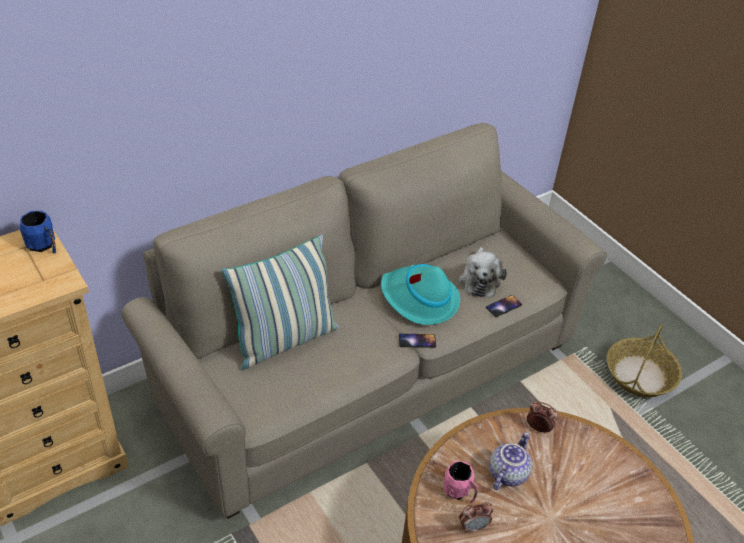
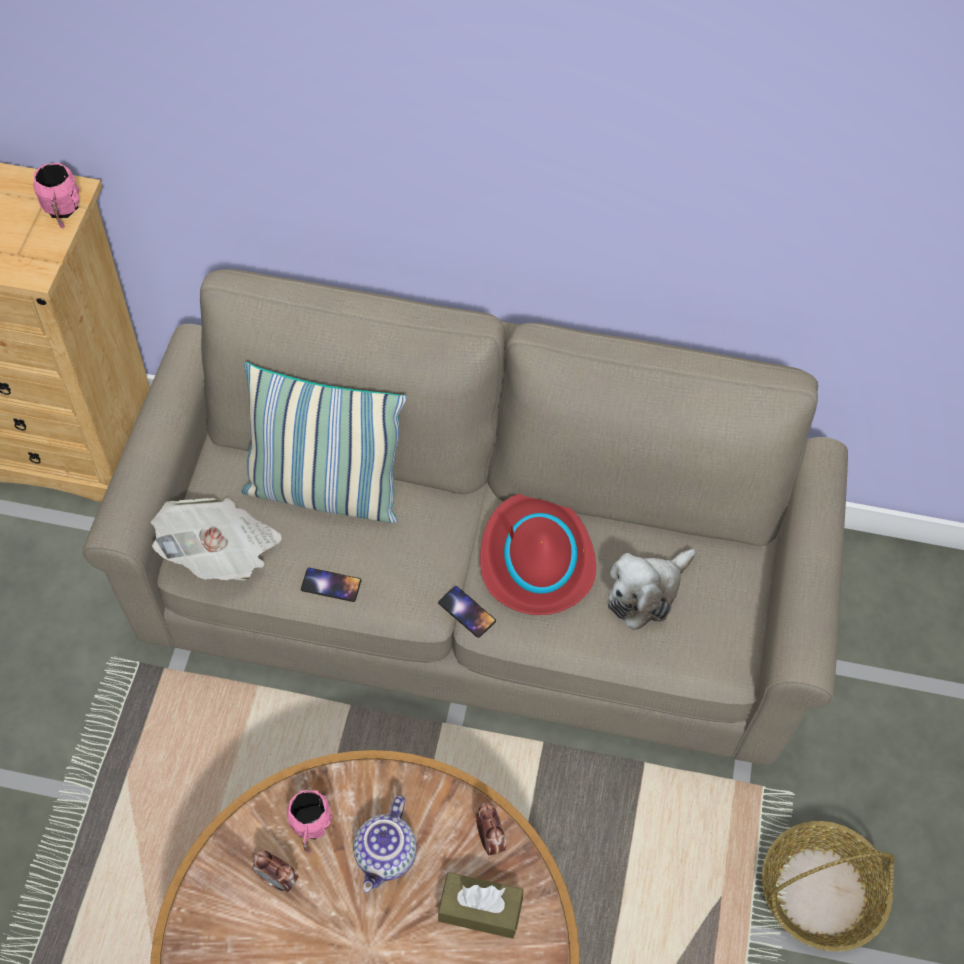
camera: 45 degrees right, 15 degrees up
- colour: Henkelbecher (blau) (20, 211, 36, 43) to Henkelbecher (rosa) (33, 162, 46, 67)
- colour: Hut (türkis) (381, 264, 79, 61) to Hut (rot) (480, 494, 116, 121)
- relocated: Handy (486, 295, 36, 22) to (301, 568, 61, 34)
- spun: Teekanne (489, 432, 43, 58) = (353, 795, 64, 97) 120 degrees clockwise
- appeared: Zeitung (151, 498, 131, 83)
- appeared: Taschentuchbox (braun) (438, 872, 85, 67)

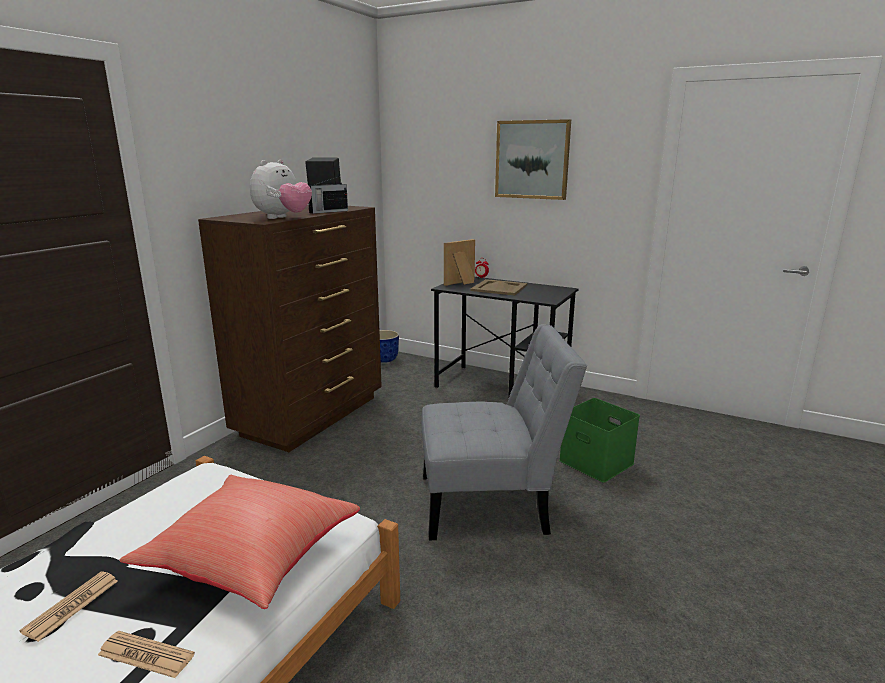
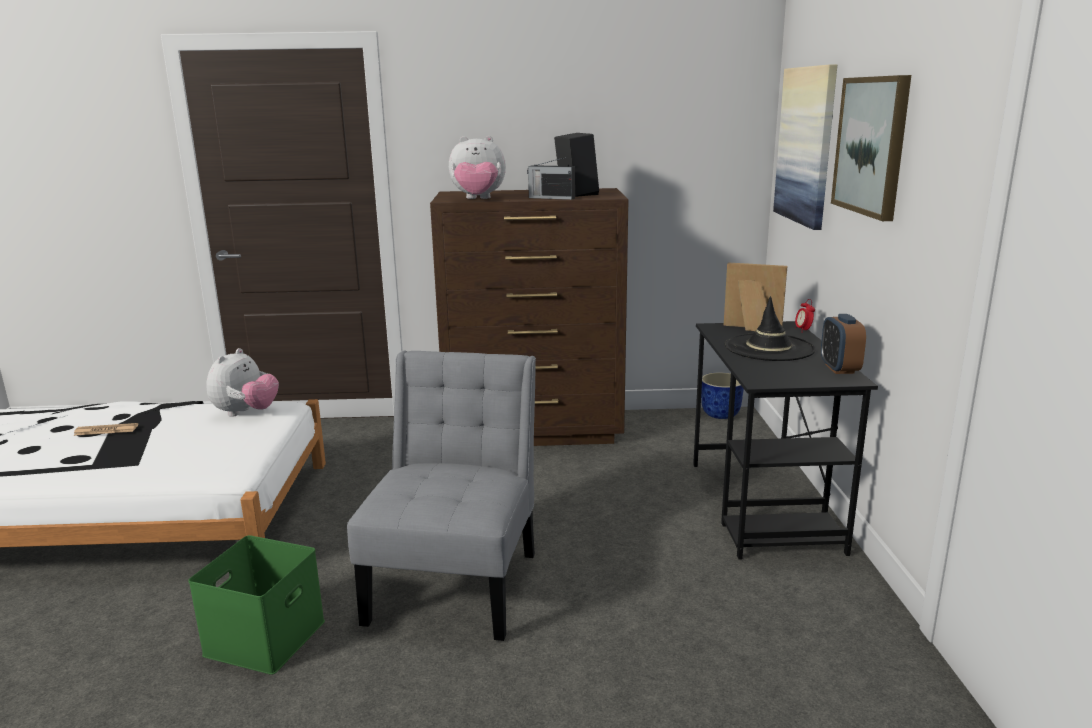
camera: 60 degrees right, 0 degrees up
- missing: Zeitung (98, 631, 97, 47)
- missing: Kissen (rot) (119, 475, 241, 134)
- spun: Stuhl (grau) (421, 324, 166, 217) = (347, 351, 189, 290) 135 degrees counterclockwise
- exchanged: Tablett (beige) (470, 279, 57, 16) to Hut (schwarz) (725, 296, 90, 65)
- relocated: Aufbewahrungsbox (grün) (559, 398, 81, 85) to (188, 535, 137, 140)
- appeared: Plüschtier (206, 348, 73, 69)
- appeared: Bild (773, 64, 64, 166)
- appeared: Wecker (821, 314, 45, 60)

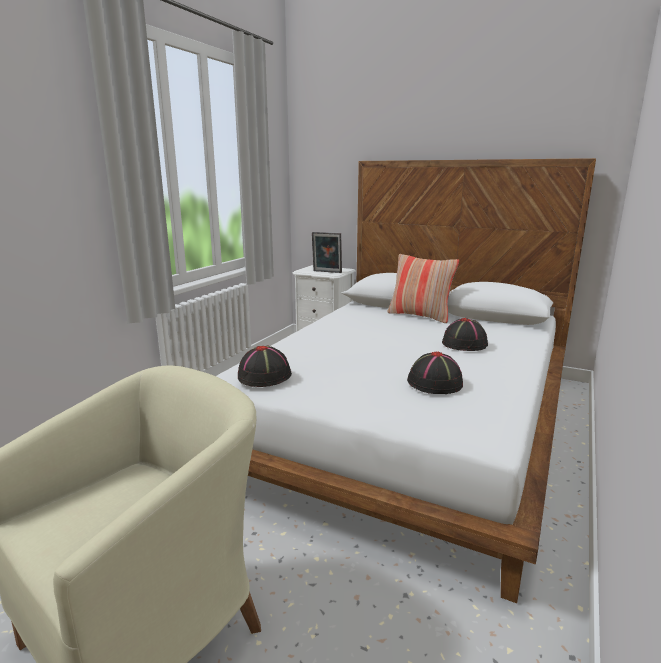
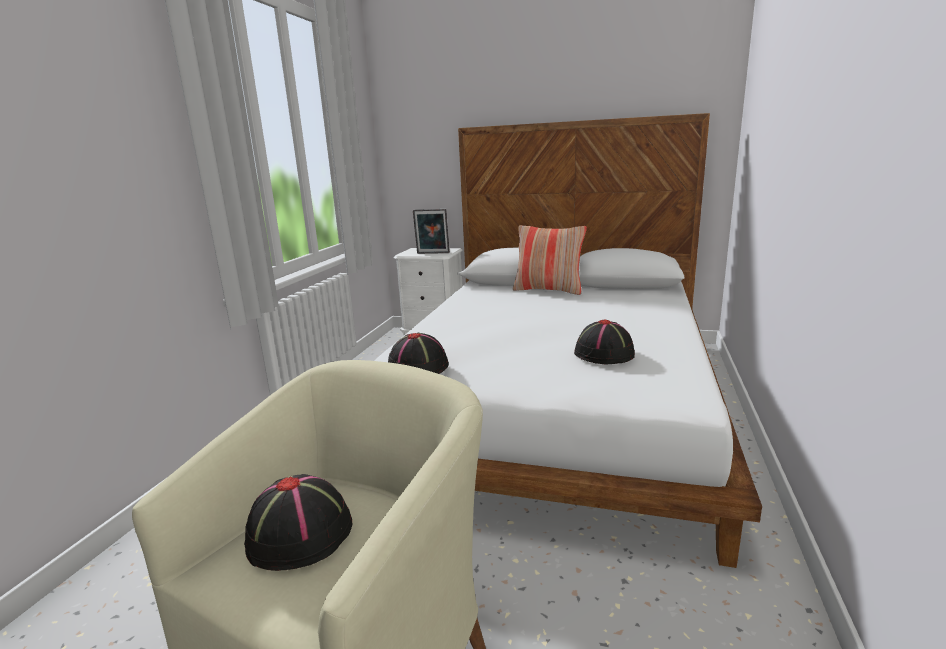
camera: 10 degrees left, 0 degrees up
- relocated: Hut (schwarz) (442, 318, 46, 33) to (244, 474, 109, 97)

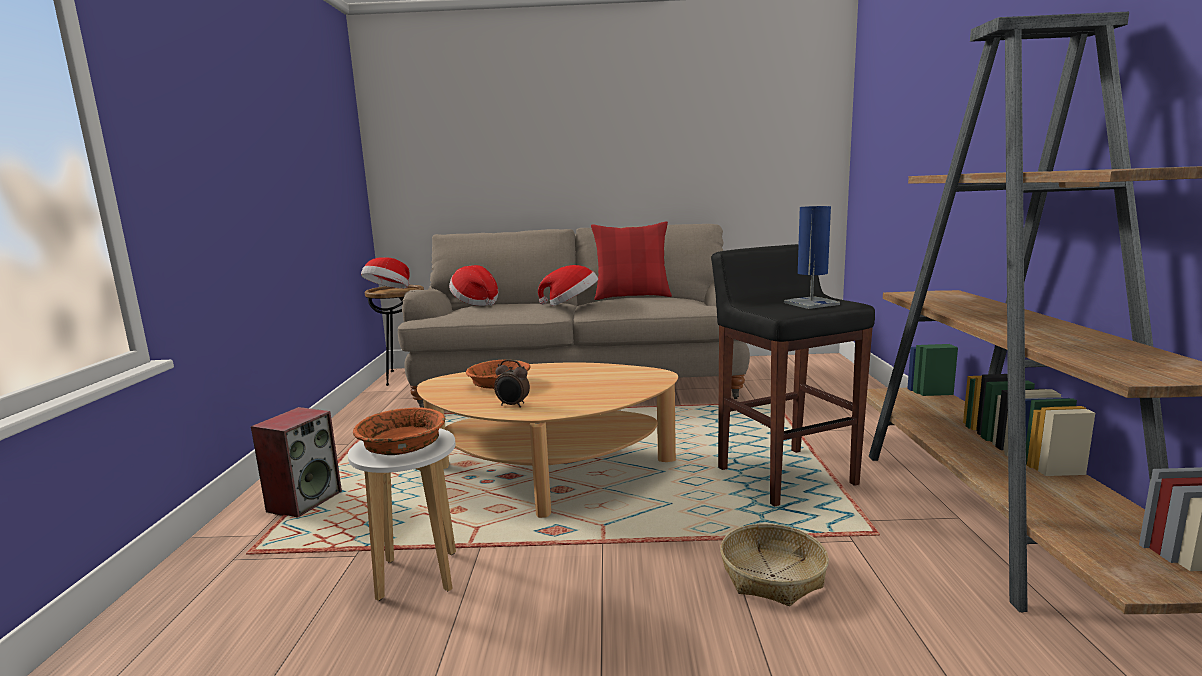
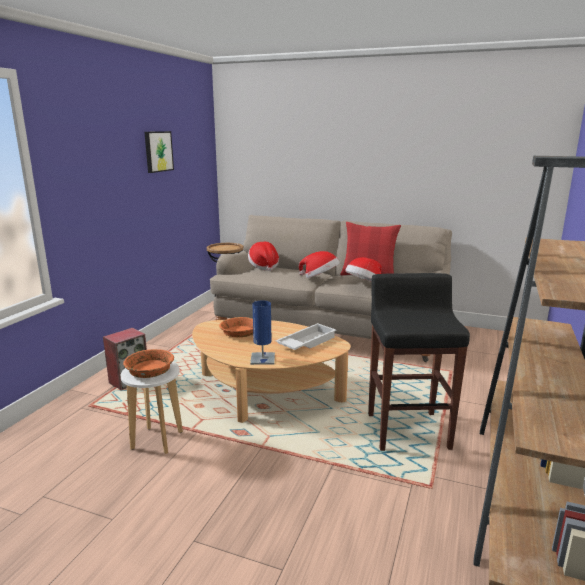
camera: 20 degrees right, 5 degrees up
- relocated: Hut (361, 257, 49, 32) to (345, 257, 37, 25)
- missing: Wecker (494, 360, 36, 48)
- missing: Korb (720, 524, 109, 82)
- relocated: Tischlampe (blau) (784, 206, 56, 103) to (250, 300, 25, 65)
- appeared: Bild (144, 131, 30, 42)
- appeared: Tablett (weiß) (275, 323, 61, 27)

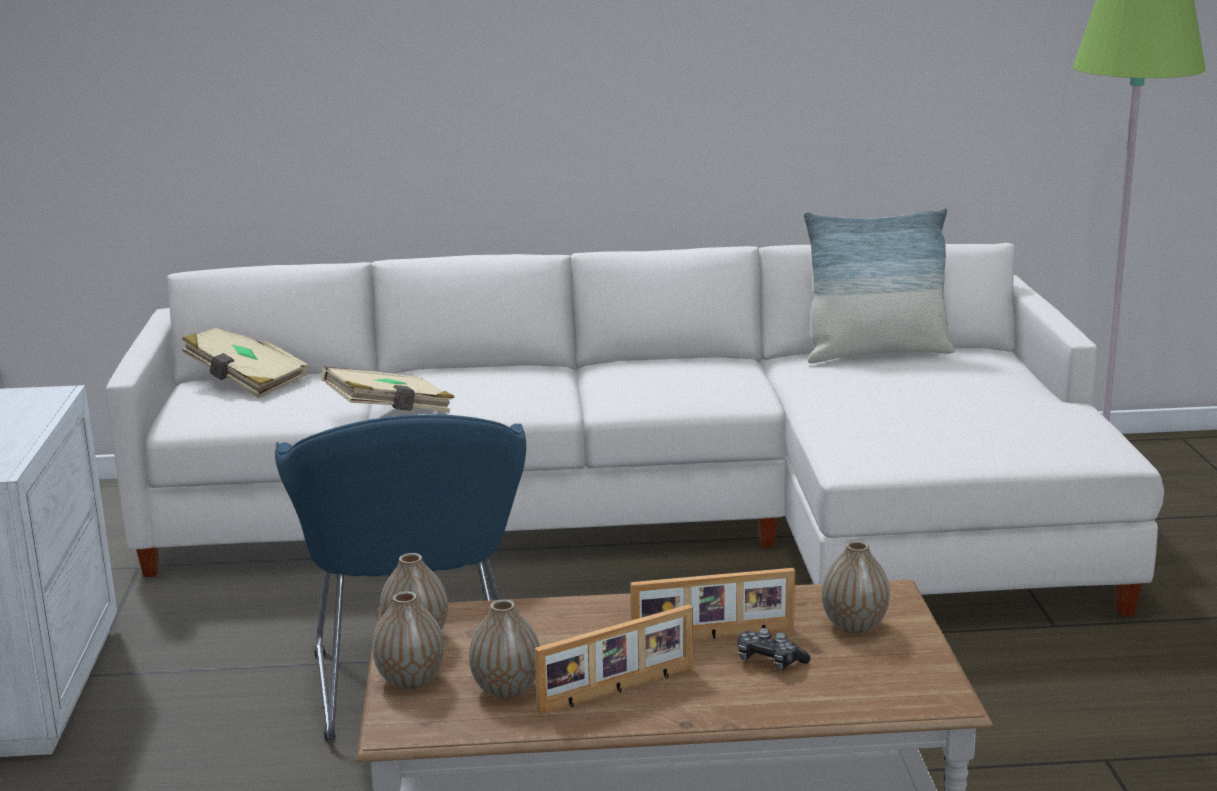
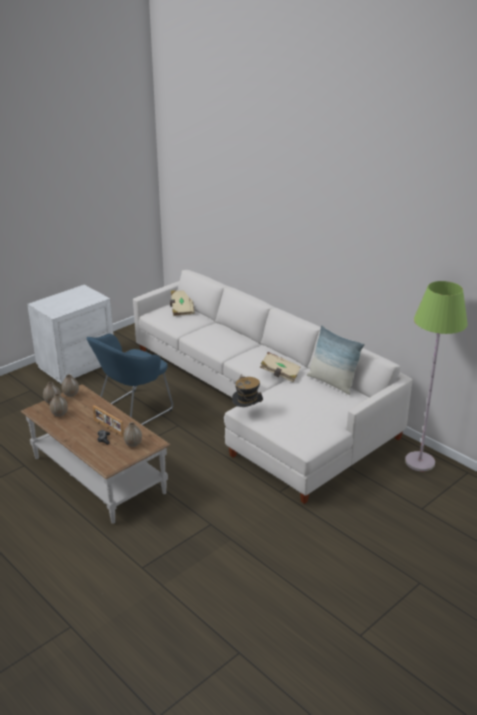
camera: 50 degrees right, 10 degrees up
- relocated: Buch (beige) (321, 367, 134, 46) to (260, 352, 41, 30)
- missing: Bilderrahmen (535, 604, 158, 111)
- appeared: Hut (232, 375, 31, 32)

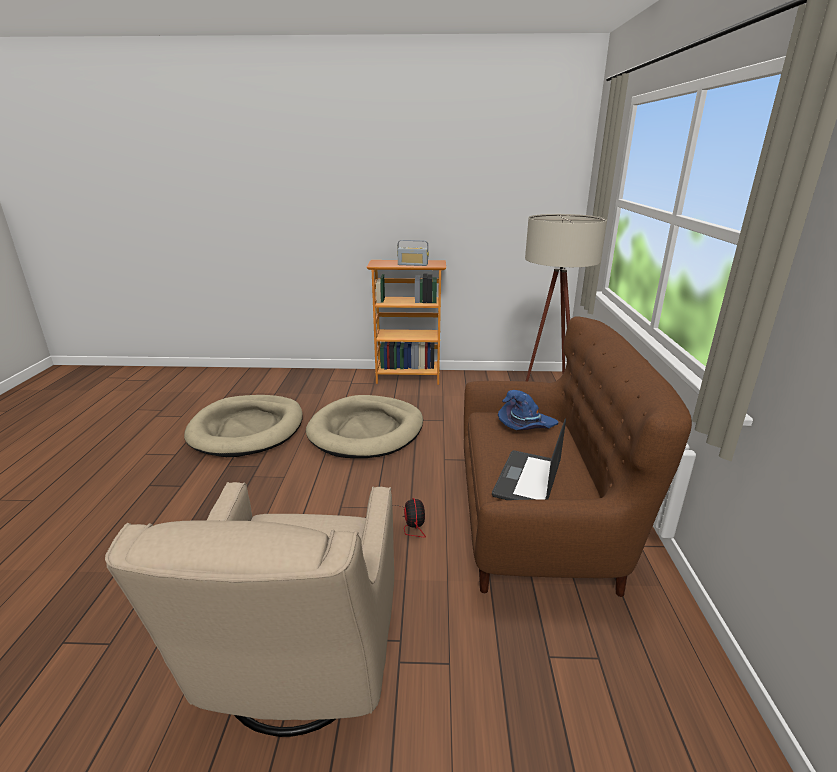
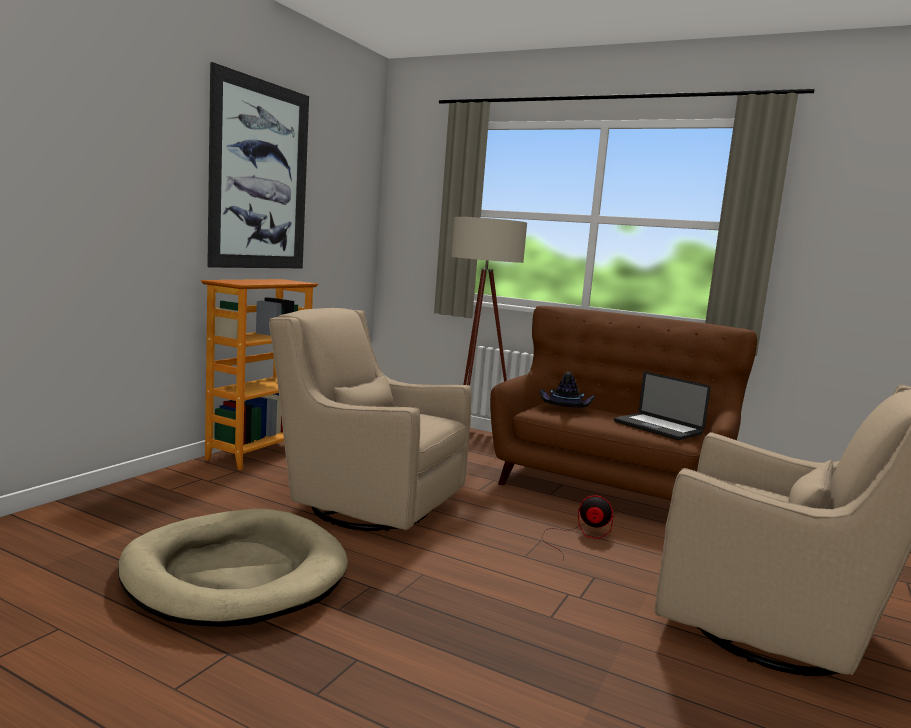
camera: 65 degrees left, 15 degrees down
- exchanged: Hundebett (beige) (306, 395, 117, 63) to Sessel (beige) (269, 308, 203, 223)
- missing: Radio (397, 240, 32, 26)
- colour: Hut (blau) (498, 390, 61, 40) to Hut (schwarz) (539, 372, 56, 36)
- appeared: Bild (207, 62, 102, 206)

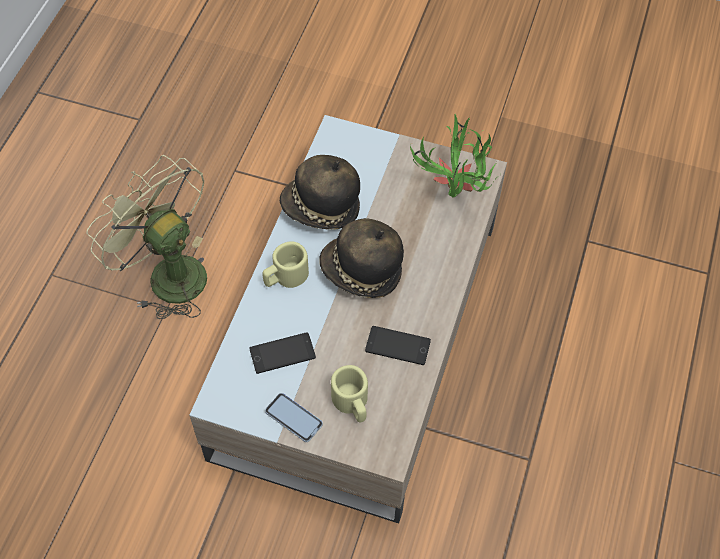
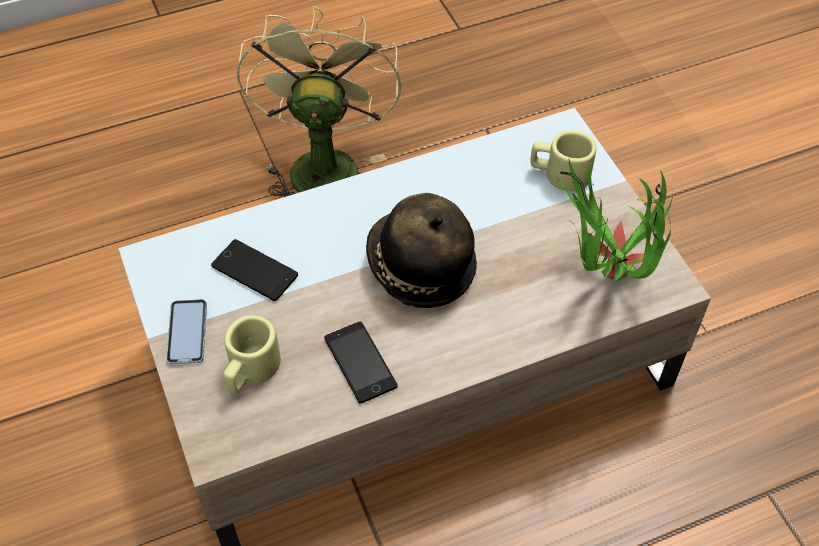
camera: 50 degrees right, 5 degrees down
- relocated: Henkelbecher (beige) (263, 241, 46, 47) to (531, 130, 65, 61)
- missing: Hut (280, 155, 80, 75)

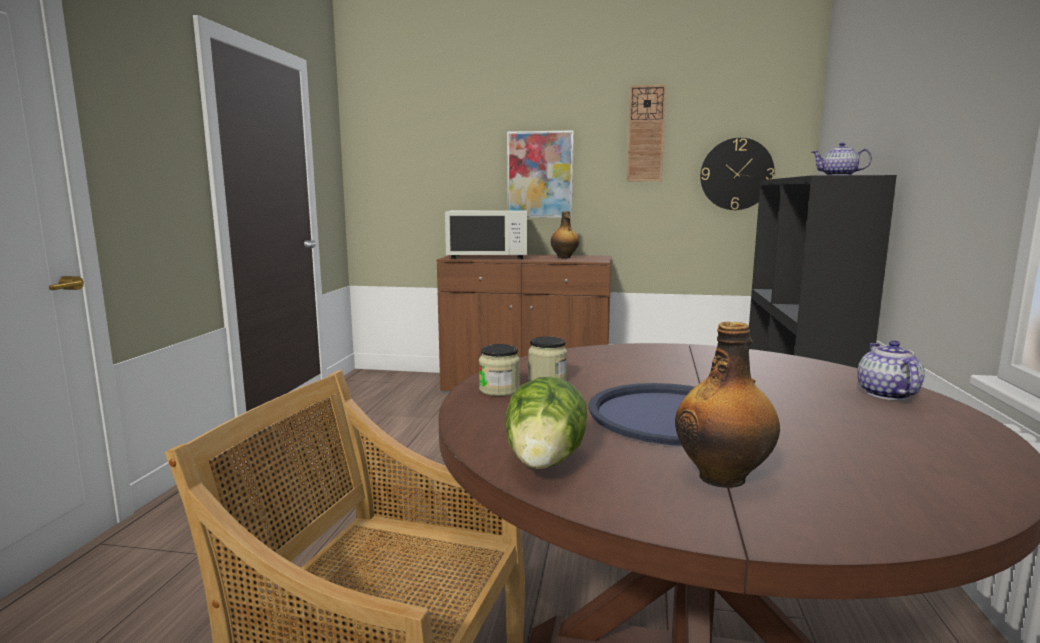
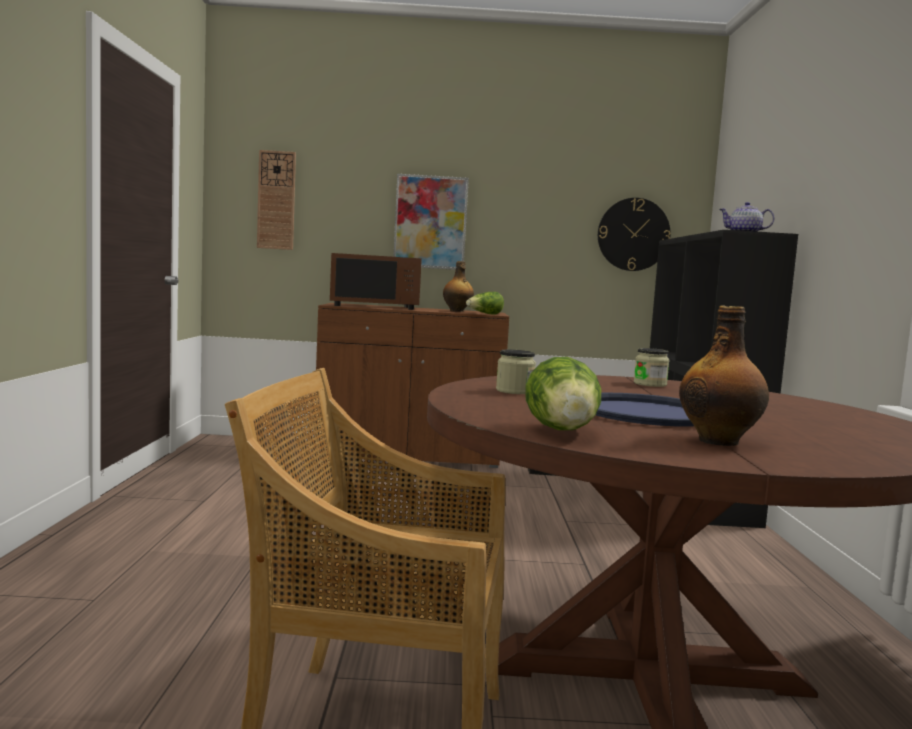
camera: 10 degrees left, 5 degrees down
- colour: Mikrowelle (weiß) (445, 210, 82, 49) to Mikrowelle (braun) (330, 253, 92, 57)
- relocated: Vorratsglas (479, 344, 41, 52) to (634, 348, 35, 39)
- relocated: Wanduhr (627, 85, 39, 96) to (257, 150, 39, 100)
- missing: Teekanne (857, 340, 68, 60)
- appeared: Salatkopf (466, 292, 38, 22)

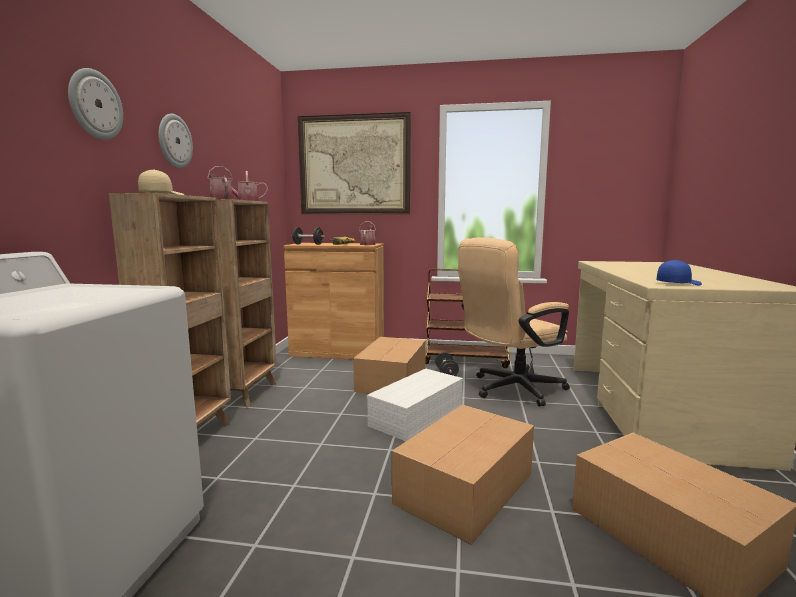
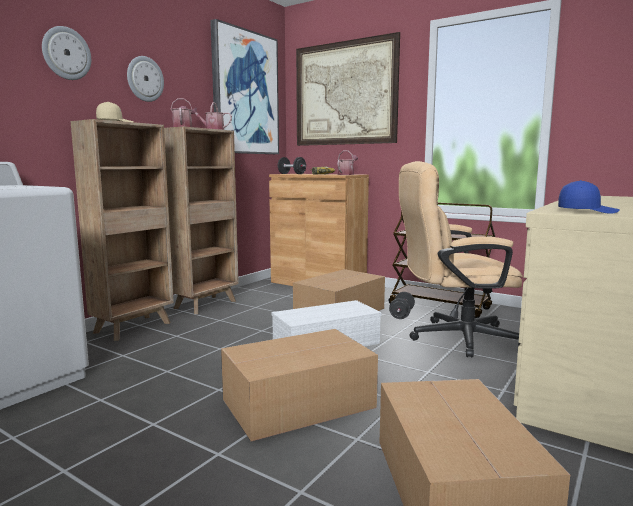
camera: 25 degrees right, 0 degrees up
- appeared: Bild (210, 19, 69, 135)

